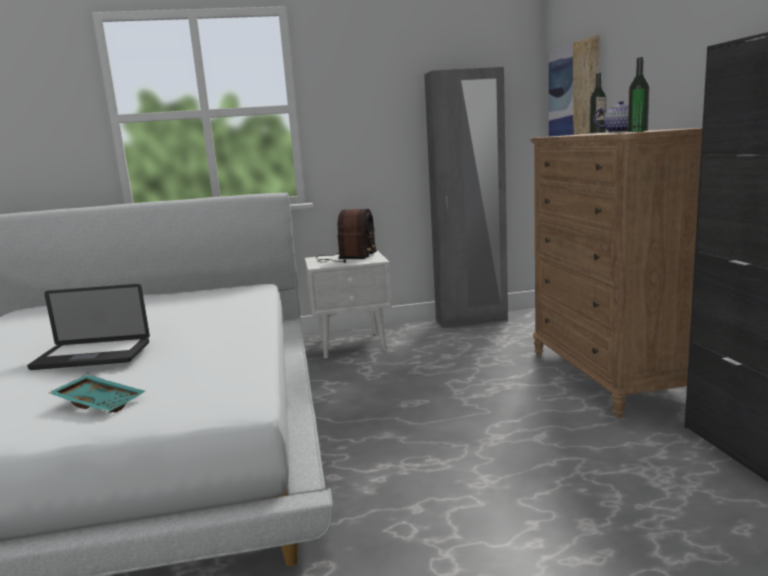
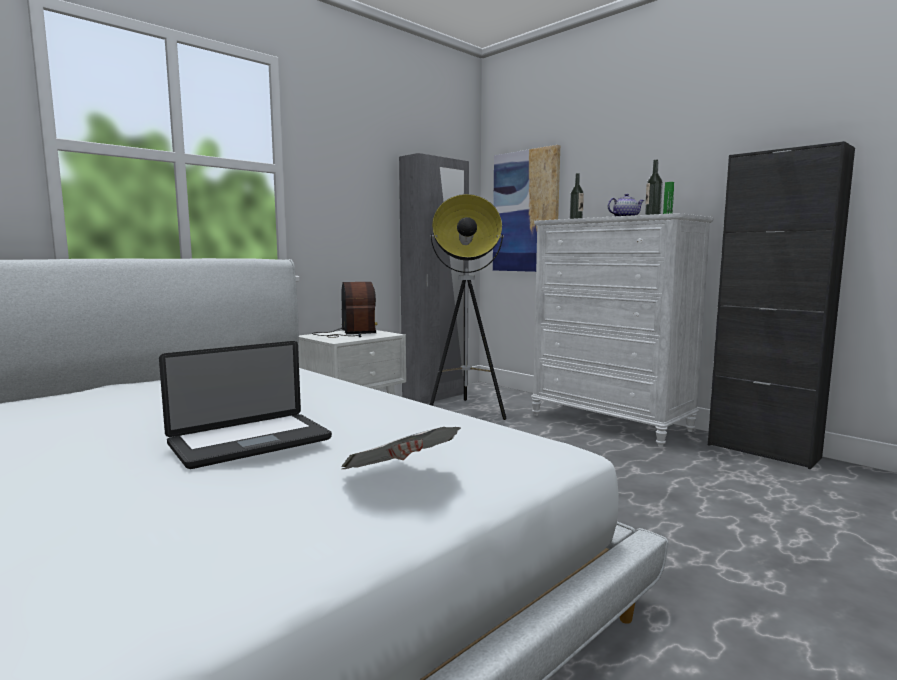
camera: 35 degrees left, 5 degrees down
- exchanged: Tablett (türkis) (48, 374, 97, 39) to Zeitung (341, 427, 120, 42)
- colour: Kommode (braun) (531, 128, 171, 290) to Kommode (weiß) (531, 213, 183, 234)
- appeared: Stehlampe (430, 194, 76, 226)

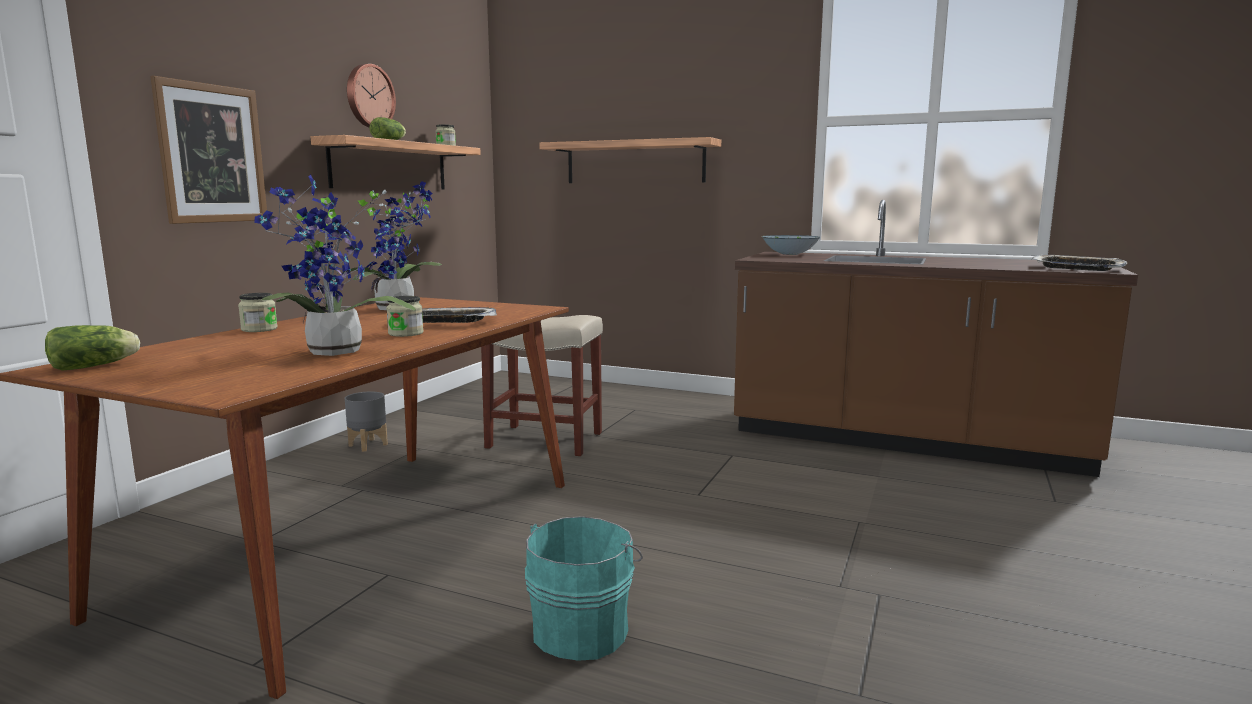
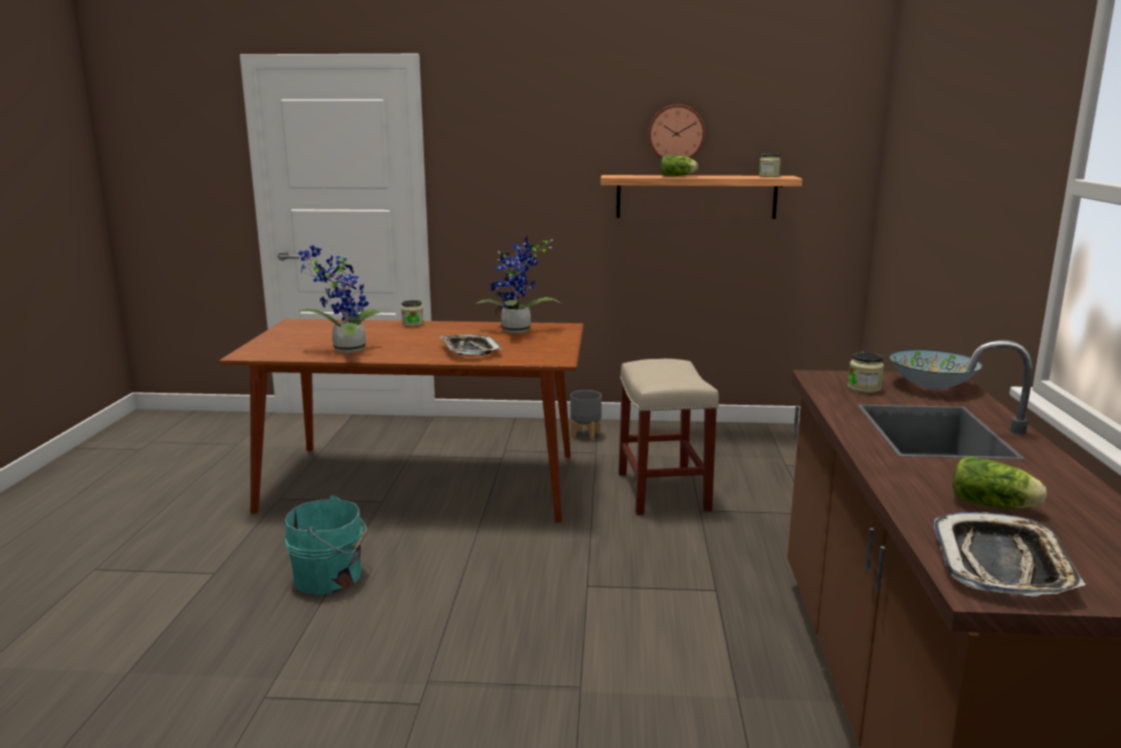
camera: 70 degrees right, 5 degrees up
- relocated: Salatkopf (45, 325, 95, 46) to (953, 456, 94, 53)
- missing: Bild (150, 76, 117, 148)
- relocated: Vorratsglas (386, 296, 37, 41) to (848, 352, 36, 41)
- missing: Wandregal (539, 137, 182, 46)

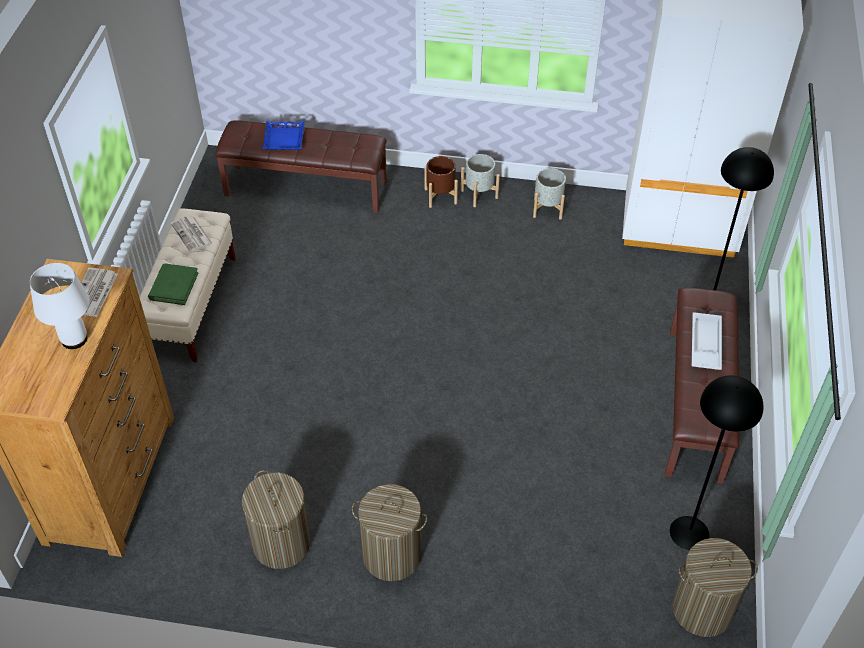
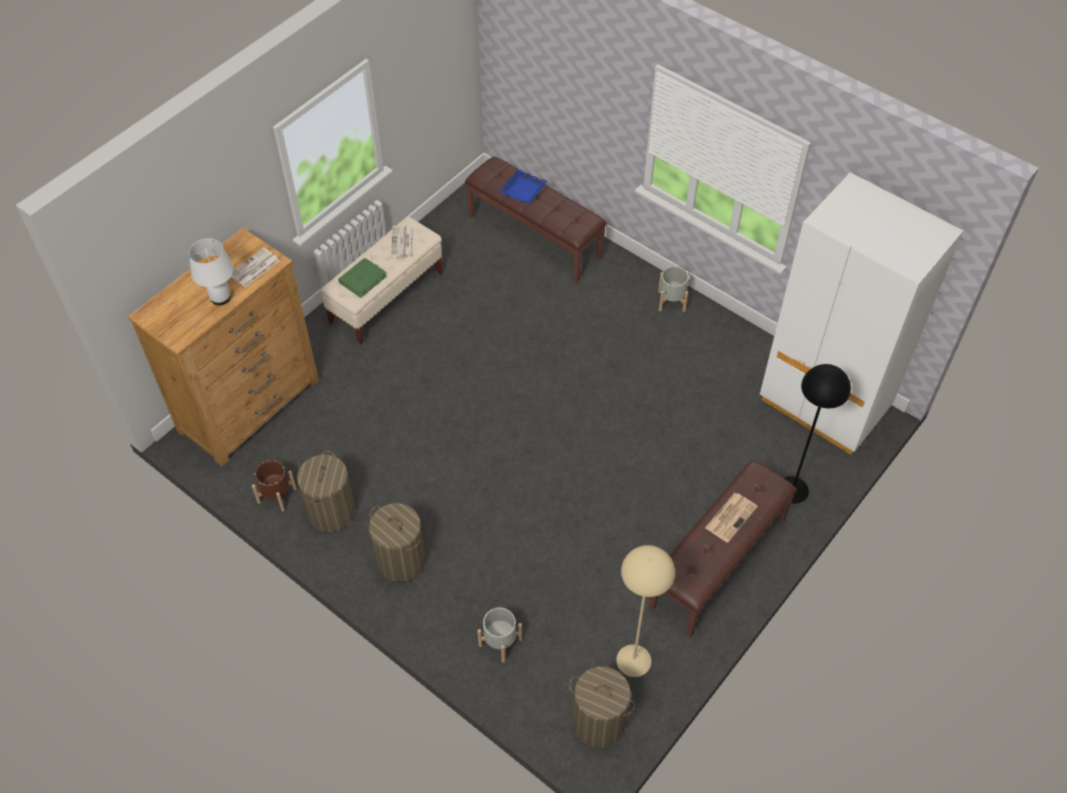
camera: 30 degrees right, 5 degrees up
- relocated: Pflanzkübel (braun) (424, 156, 34, 52) to (252, 460, 44, 51)
- relocated: Pflanzkübel (grau) (533, 168, 33, 52) to (477, 608, 45, 55)
- colour: Stehlampe (schwarz) (670, 375, 93, 175) to Stehlampe (beige) (616, 545, 59, 132)
- exchanged: Tablett (weiß) (692, 312, 30, 58) to Zeitung (705, 493, 53, 50)

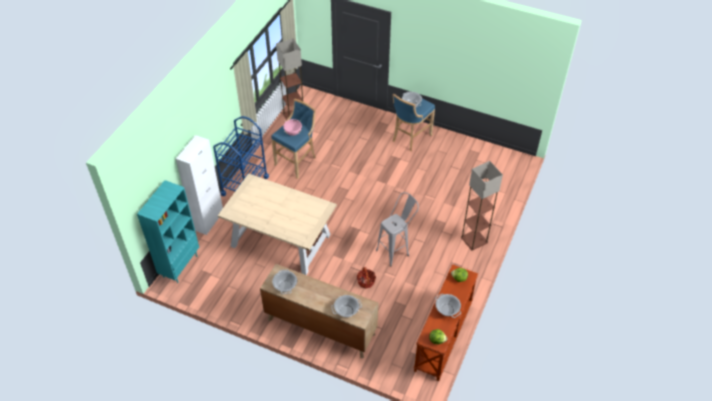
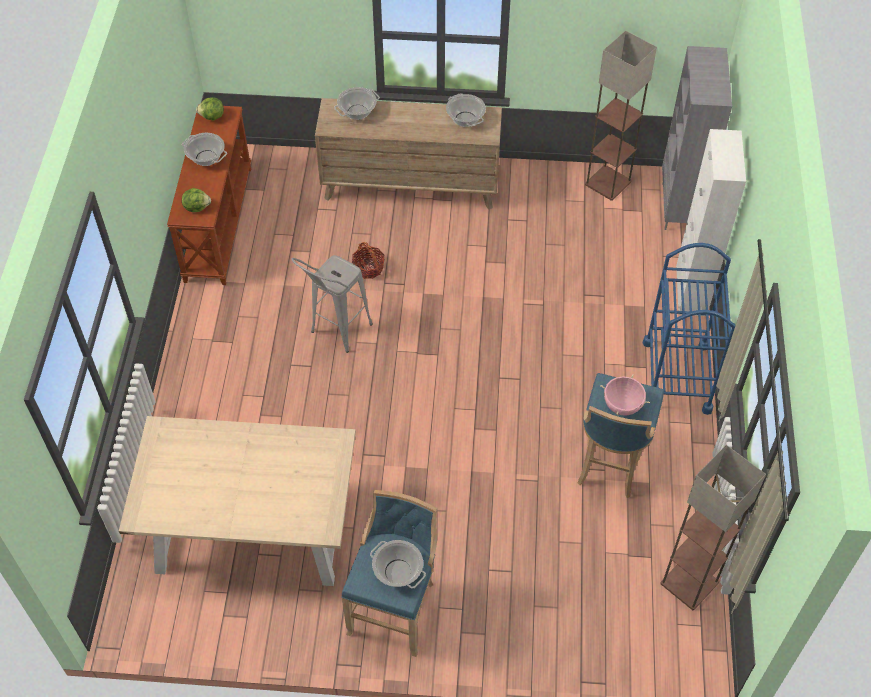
camera: 160 degrees right, 5 degrees up
- colour: Bücherregal (türkis) (137, 180, 62, 103) to Bücherregal (grau) (662, 46, 70, 184)
- relocated: Esstisch (beige) (218, 173, 119, 102) to (119, 416, 237, 170)
- relocated: Stehlampe (461, 161, 42, 89) to (585, 31, 72, 170)

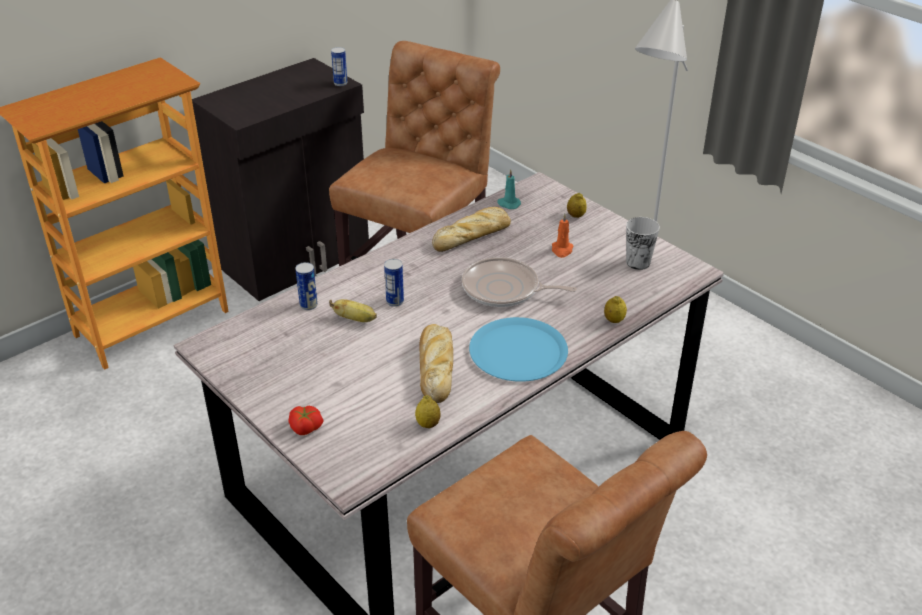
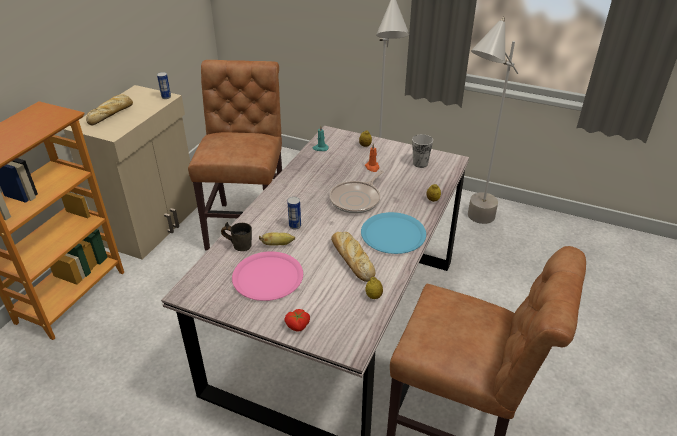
camera: 25 degrees left, 0 degrees up
- colour: Schrank (schwarz) (192, 58, 177, 243) to Schrank (beige) (63, 85, 134, 175)
- exchanged: Dose (295, 262, 23, 48) to Henkelbecher (grau) (221, 222, 31, 29)
- relocated: Brot (432, 207, 79, 45) to (86, 94, 47, 31)
- spun: Pfanne (462, 257, 115, 50) = (330, 170, 54, 44) 45 degrees counterclockwise
- appeared: Teller (rosa) (232, 251, 71, 50)
- appeared: Stehlampe (grau) (468, 16, 50, 208)

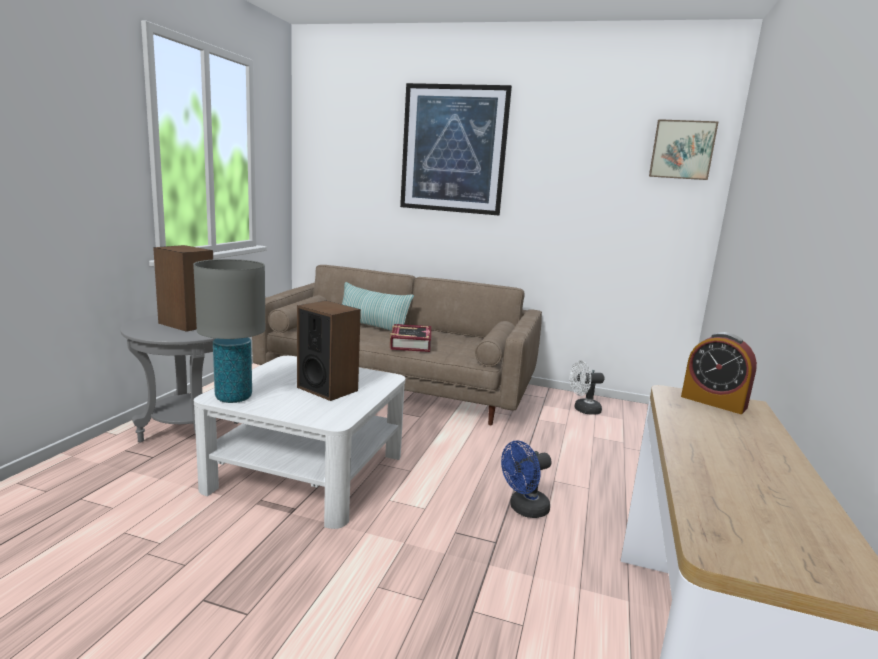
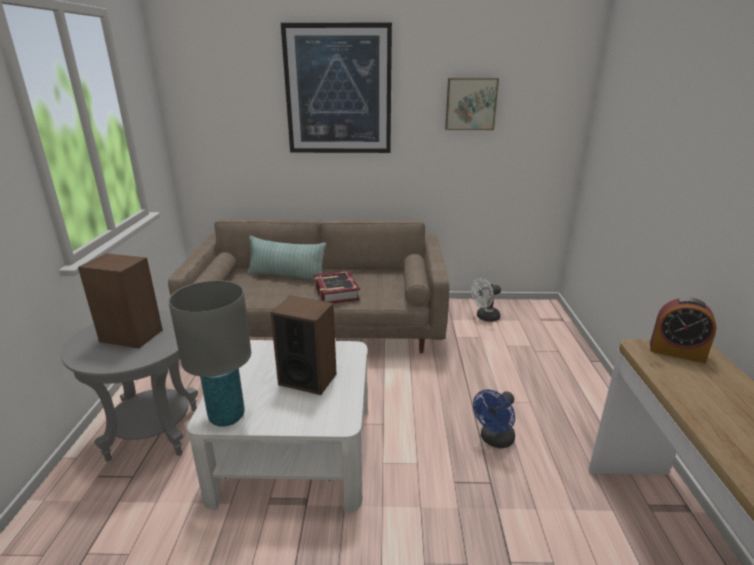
camera: 15 degrees left, 10 degrees up
- relocated: Bild (649, 119, 70, 61) to (445, 78, 54, 52)

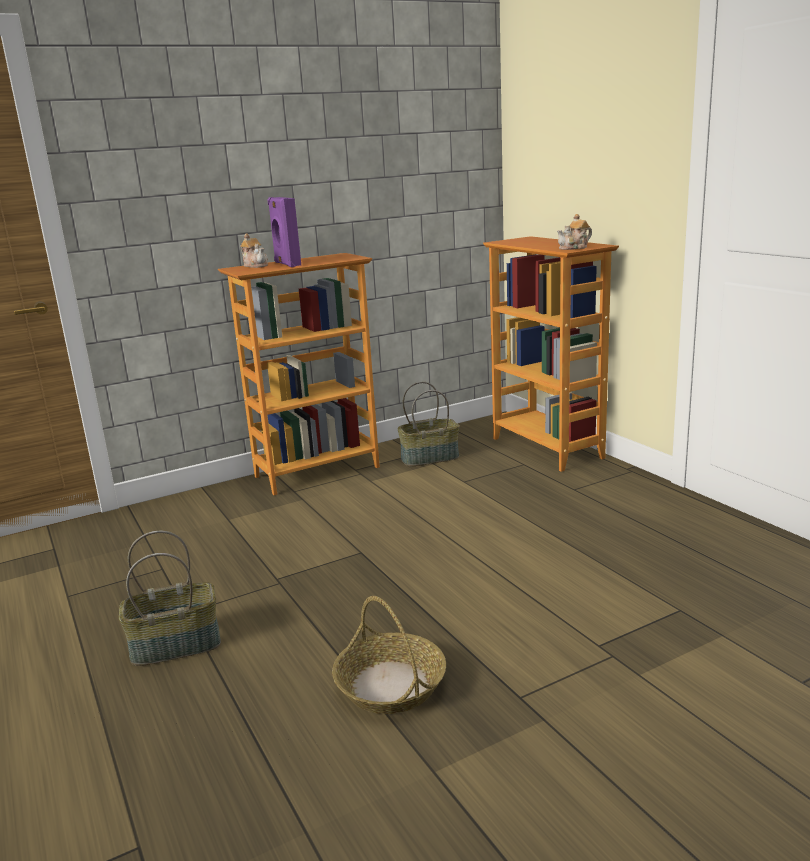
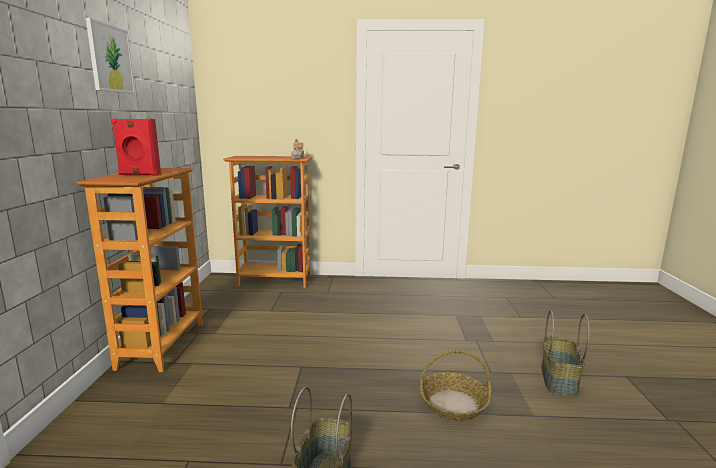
camera: 60 degrees left, 5 degrees down
- missing: Teekanne (240, 233, 28, 35)
- colour: Lautsprecher (lila) (267, 197, 34, 70) to Lautsprecher (rot) (111, 118, 50, 58)
- relocated: Korb (397, 382, 62, 84) to (542, 310, 48, 87)
- appeared: Bild (86, 18, 49, 76)

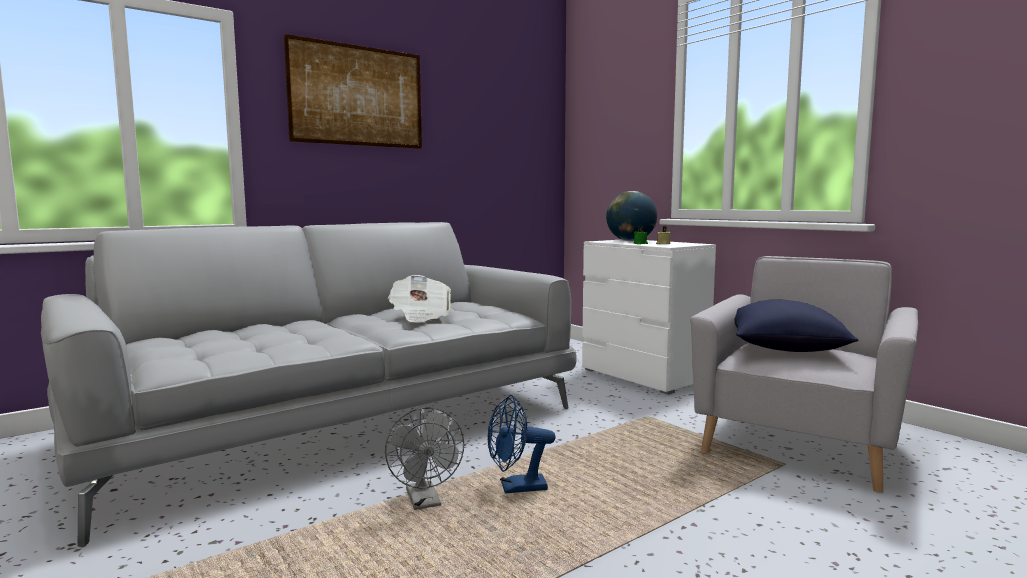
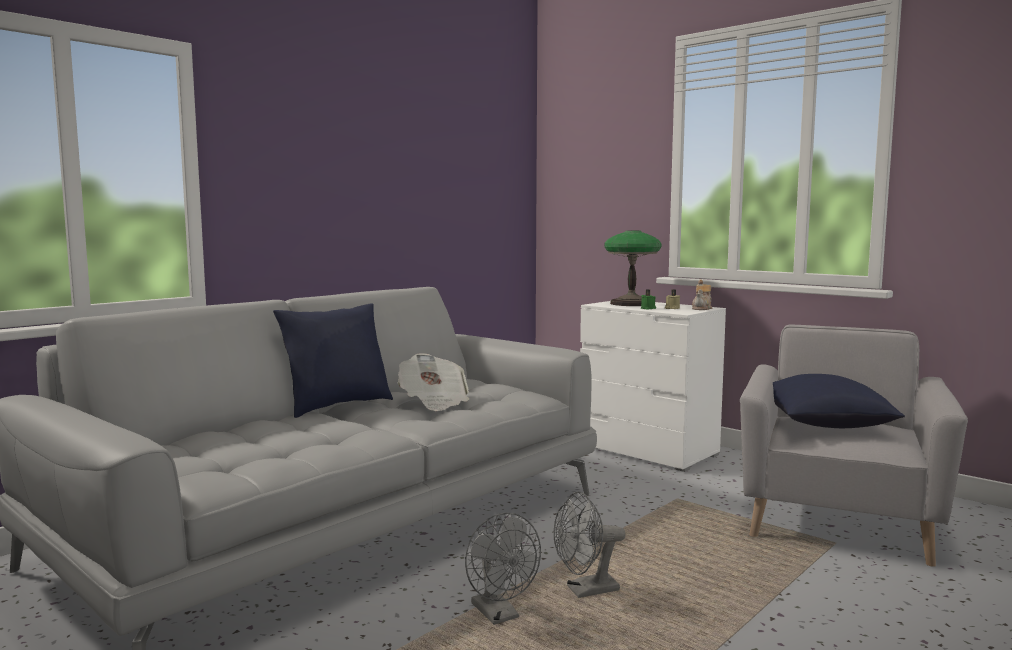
camera: 10 degrees left, 0 degrees up
- missing: Bild (284, 34, 138, 115)
- colour: Ventilator (blau) (488, 395, 67, 98) to Ventilator (grau) (554, 492, 72, 106)
- exchanged: Globus (606, 191, 51, 50) to Tischlampe (604, 230, 58, 76)
- appeared: Kissen (blau) (273, 303, 120, 115)
- appeared: Teekanne (692, 280, 20, 30)

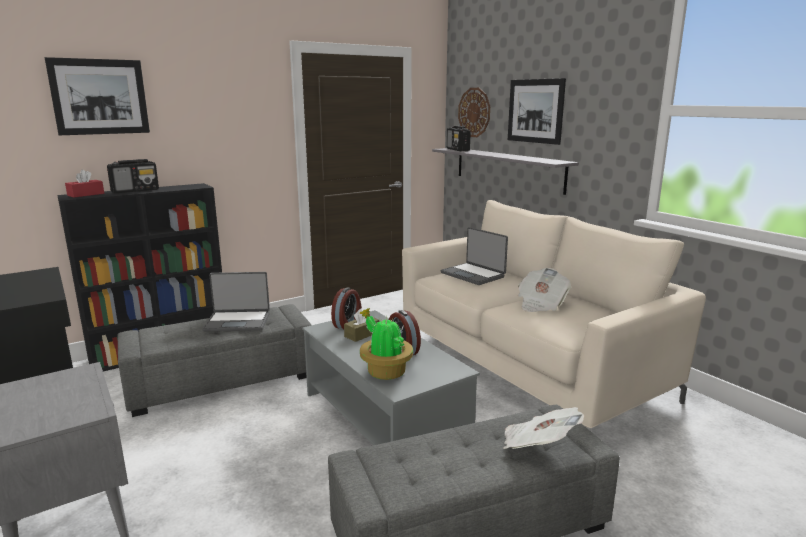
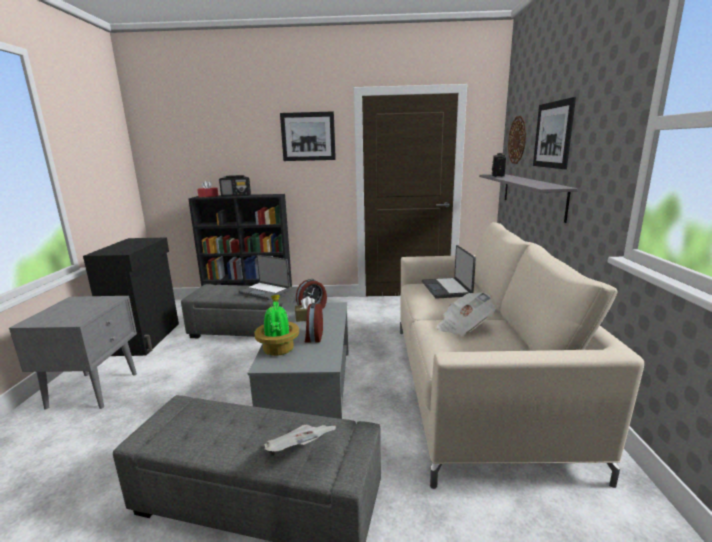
camera: 35 degrees right, 0 degrees up
- relocated: Bild (45, 57, 105, 78) to (280, 112, 56, 49)

